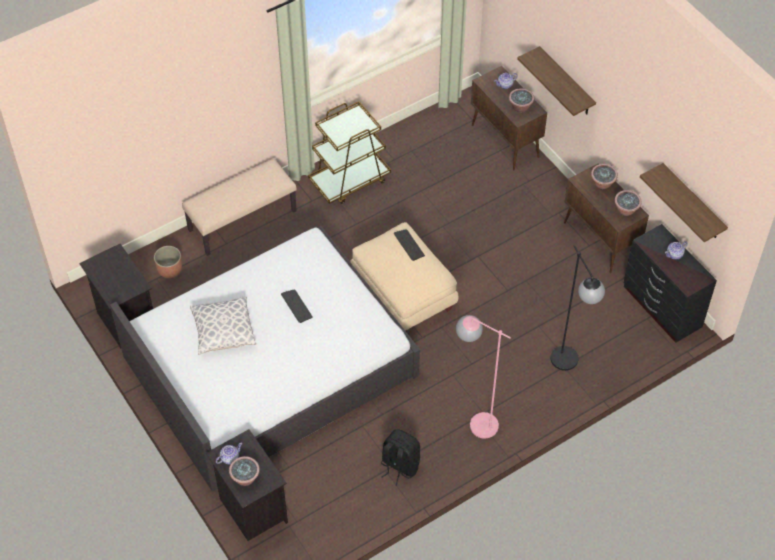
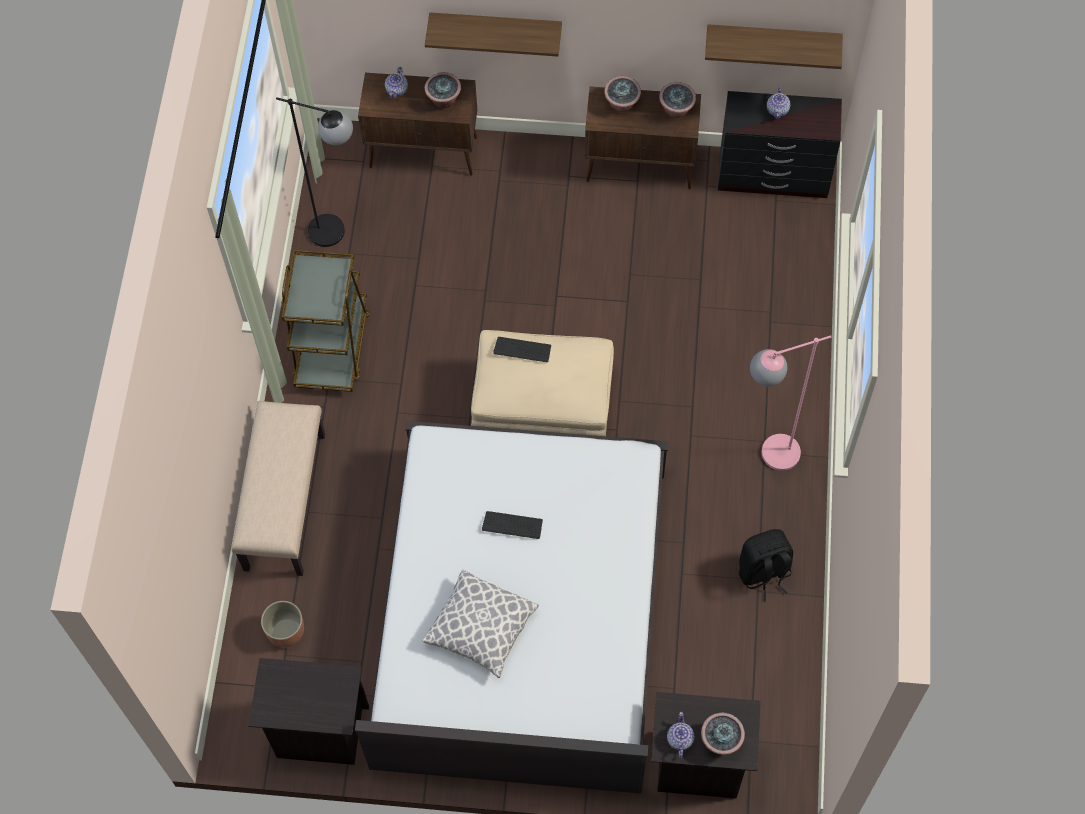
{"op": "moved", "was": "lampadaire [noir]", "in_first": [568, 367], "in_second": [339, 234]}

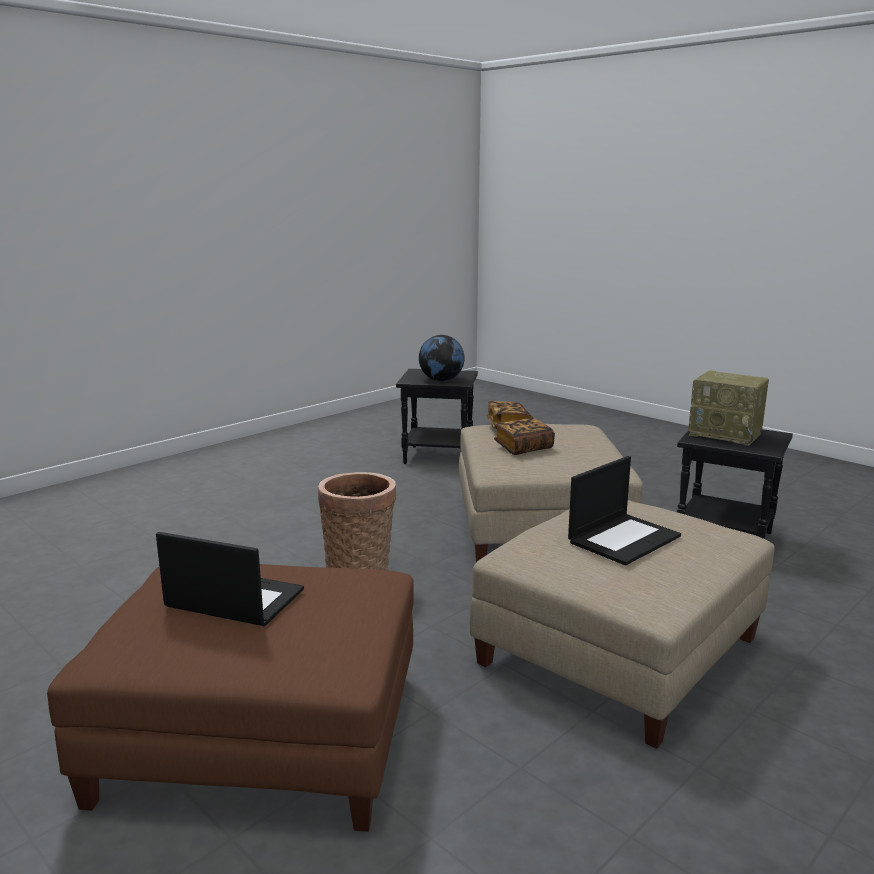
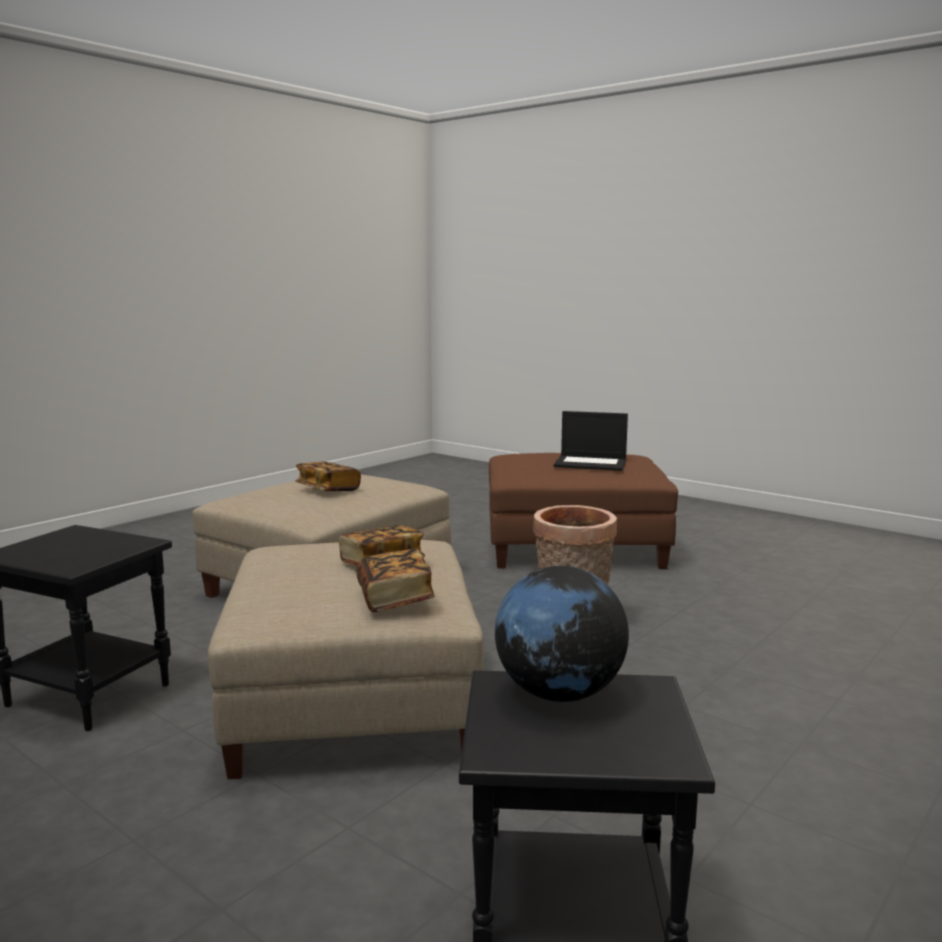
{"op": "removed", "was": "radio", "in_first": [726, 434]}
{"op": "replaced", "was": "ordinateur portable", "now": "livre", "in_first": [624, 538], "in_second": [328, 489]}

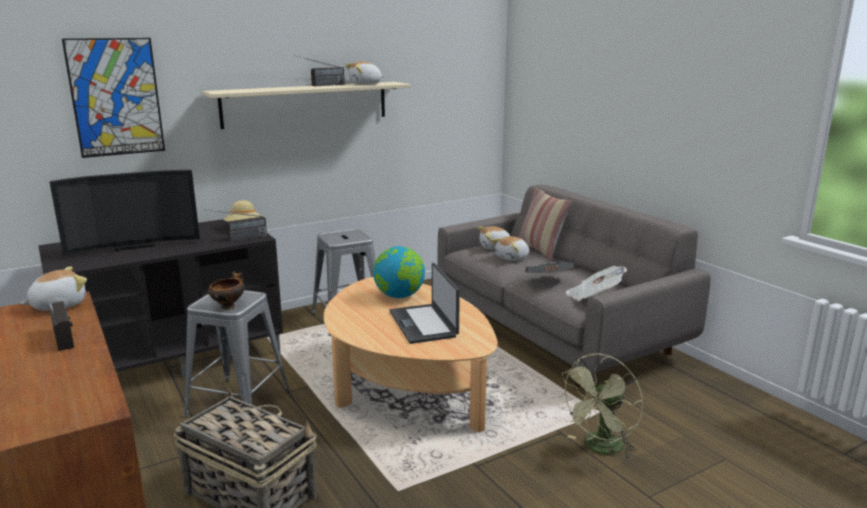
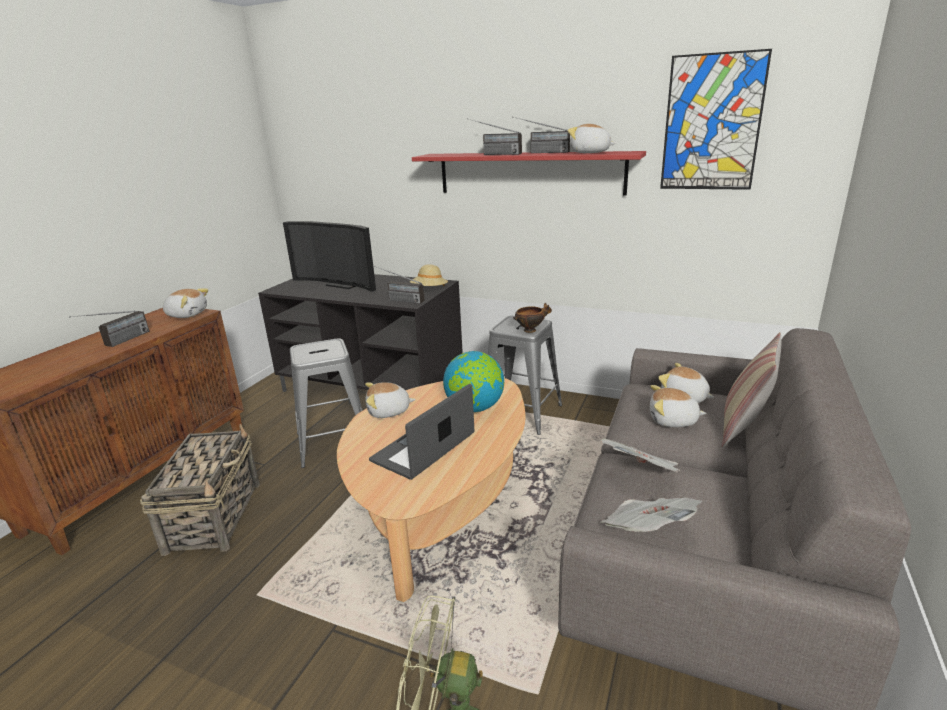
{"op": "added", "now": "peluche", "in_second": [389, 411]}
{"op": "added", "now": "radio", "in_second": [492, 154]}
{"op": "moved", "was": "tableau", "in_first": [116, 97], "in_second": [712, 123]}
{"op": "moved", "was": "bol", "in_first": [228, 306], "in_second": [531, 330]}
{"op": "recoloured", "was": "étagère [beige]", "now": "étagère [rouge]", "in_first": [306, 104], "in_second": [529, 173]}

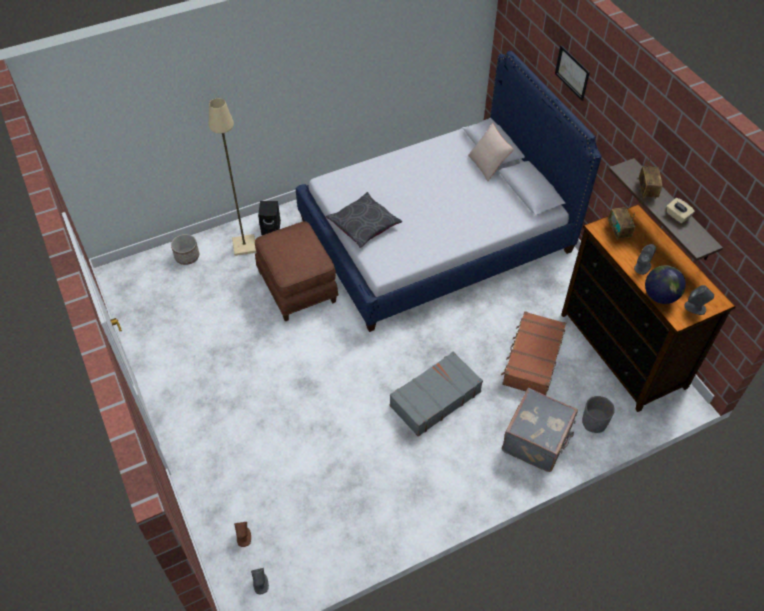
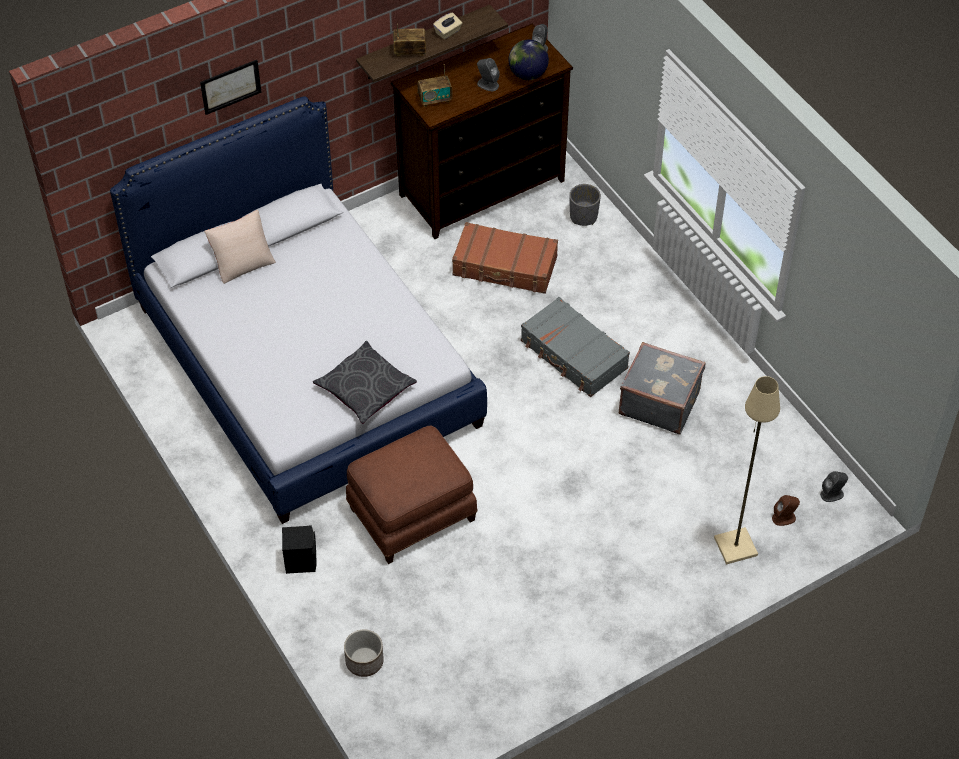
{"op": "moved", "was": "lampadaire [beige]", "in_first": [244, 245], "in_second": [735, 547]}
{"op": "moved", "was": "valise [gris]", "in_first": [537, 440], "in_second": [659, 402]}

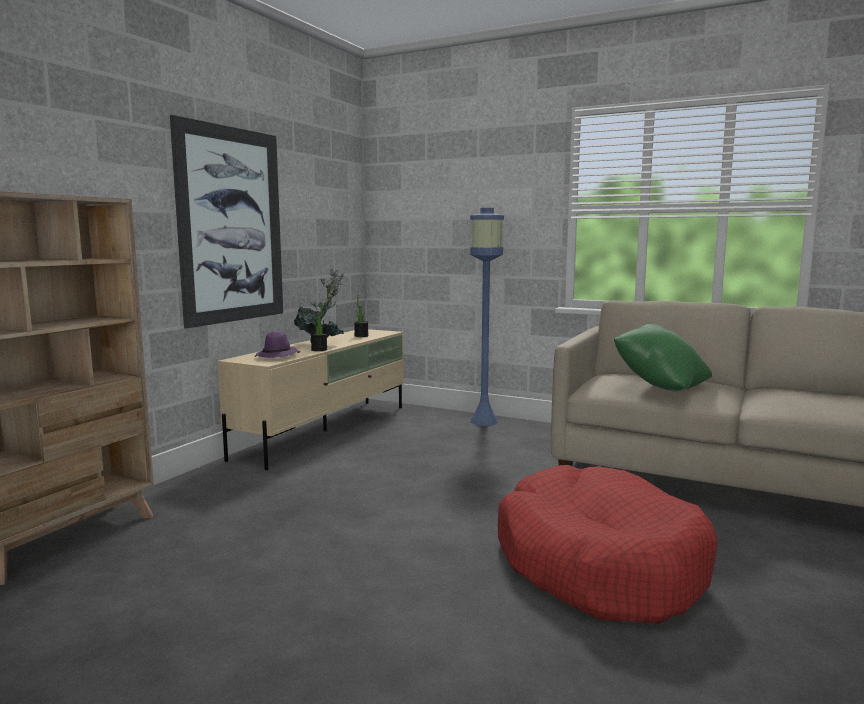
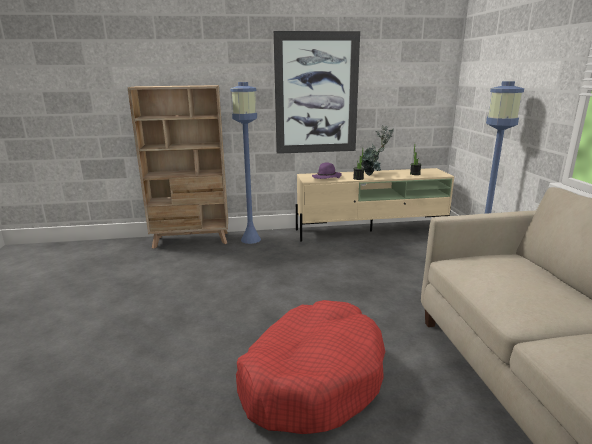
{"op": "removed", "was": "coussin [vert]", "in_first": [660, 387]}
{"op": "added", "now": "lampadaire [bleu]", "in_second": [251, 239]}

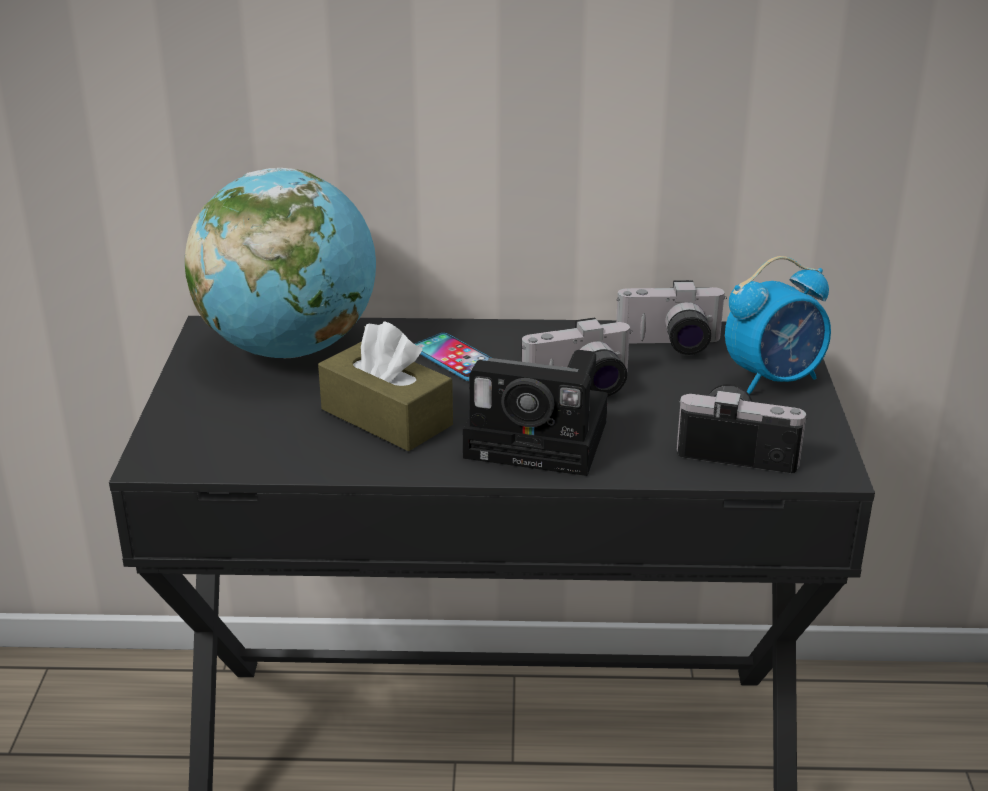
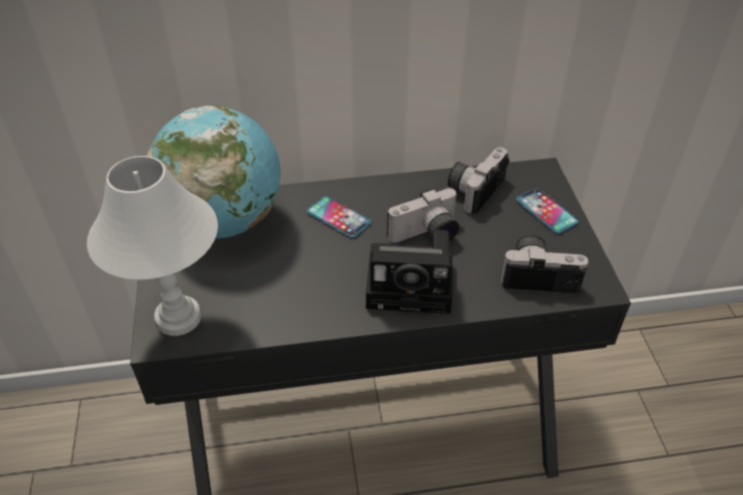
{"op": "removed", "was": "boîte à mouchoirs [marron]", "in_first": [386, 417]}
{"op": "added", "now": "lampe de table [blanc]", "in_second": [177, 318]}
{"op": "replaced", "was": "réveil", "now": "téléphone", "in_first": [774, 379], "in_second": [546, 211]}
{"op": "turned", "was": "appareil photo", "in_first": [670, 345], "in_second": [474, 189], "clockwise": 135}

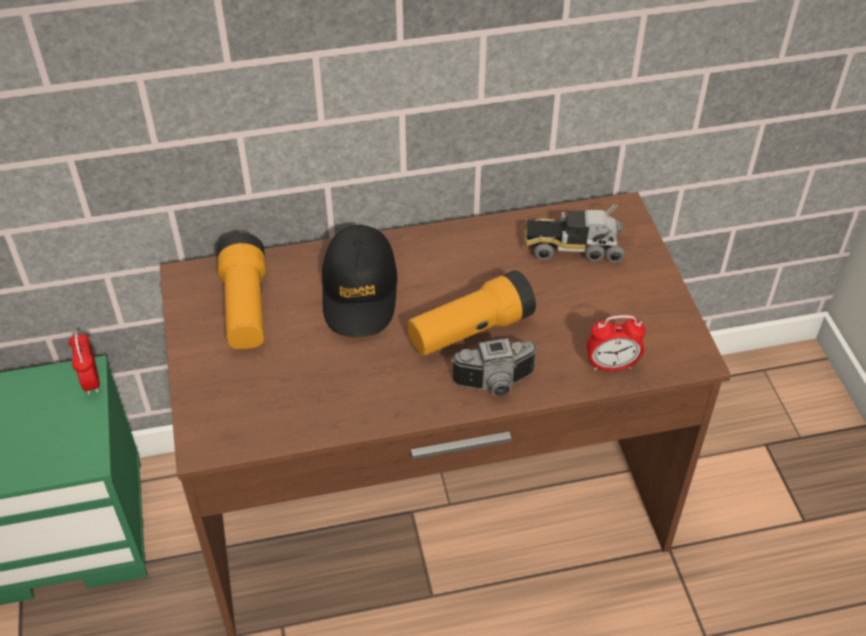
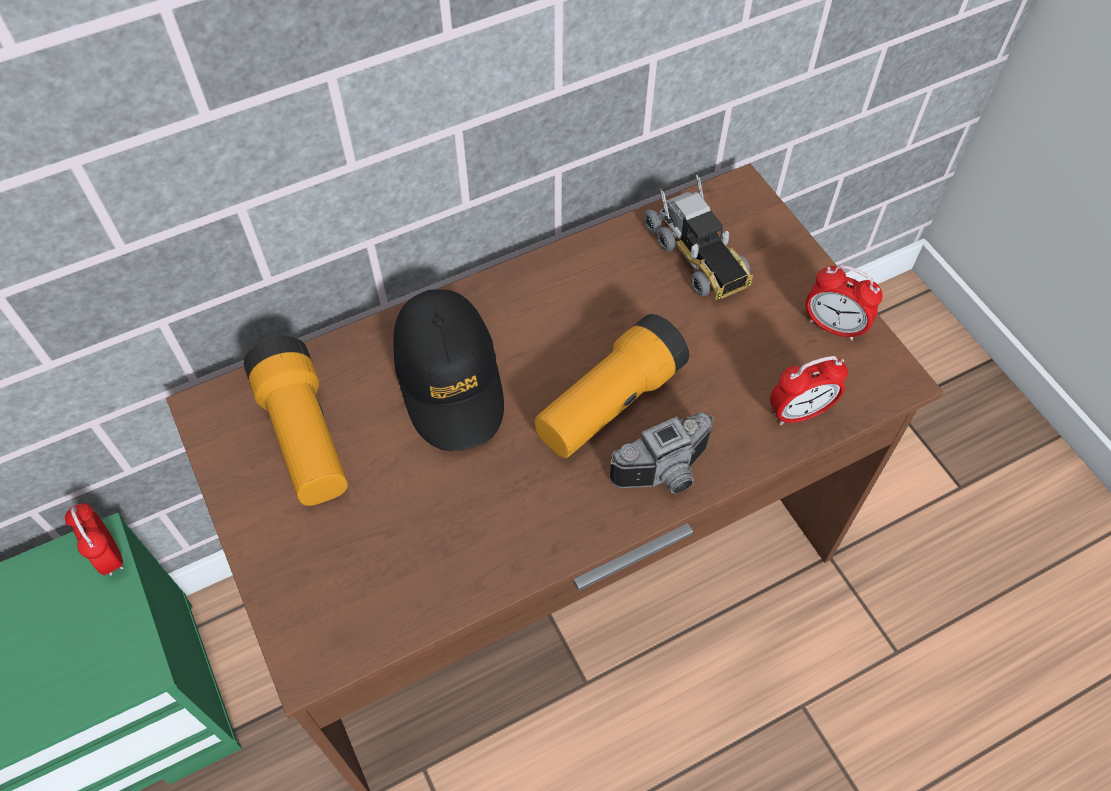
{"op": "added", "now": "réveil", "in_second": [833, 326]}
{"op": "turned", "was": "camion jouet", "in_first": [573, 247], "in_second": [698, 256], "clockwise": -105}

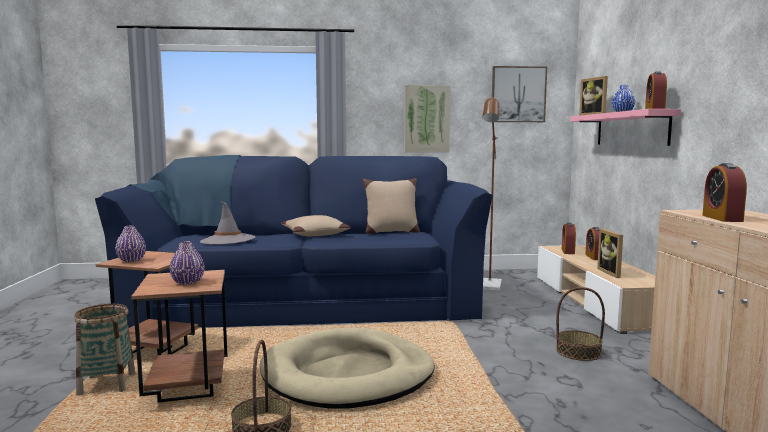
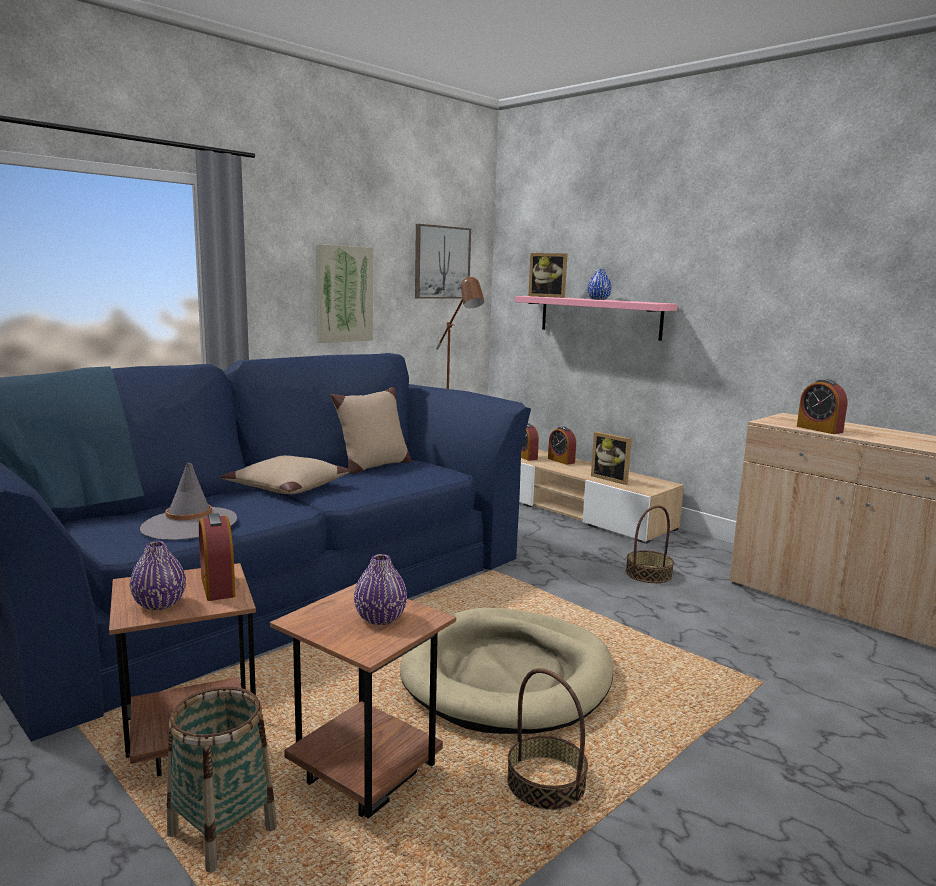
{"op": "moved", "was": "réveil", "in_first": [654, 109], "in_second": [217, 586]}

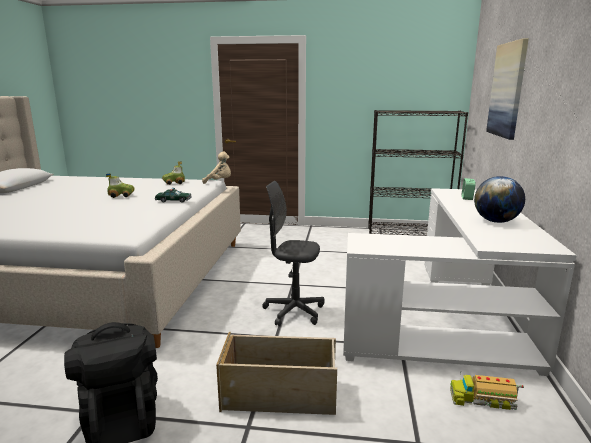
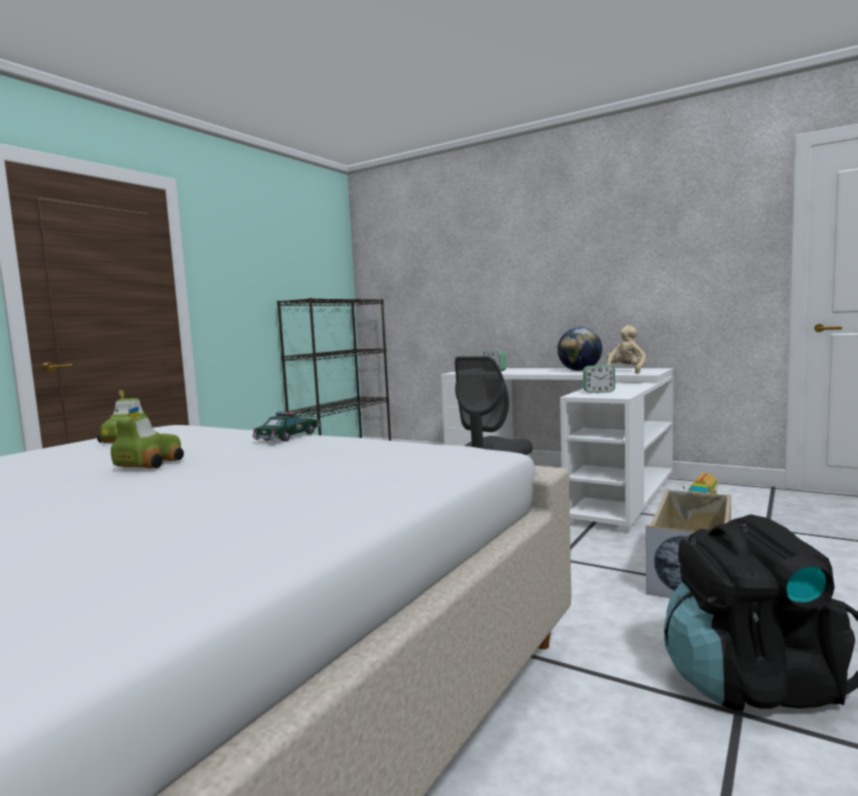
{"op": "removed", "was": "tableau", "in_first": [508, 90]}
{"op": "added", "now": "réveil", "in_second": [598, 392]}
{"op": "moved", "was": "peluche [beige]", "in_first": [219, 182], "in_second": [626, 371]}

